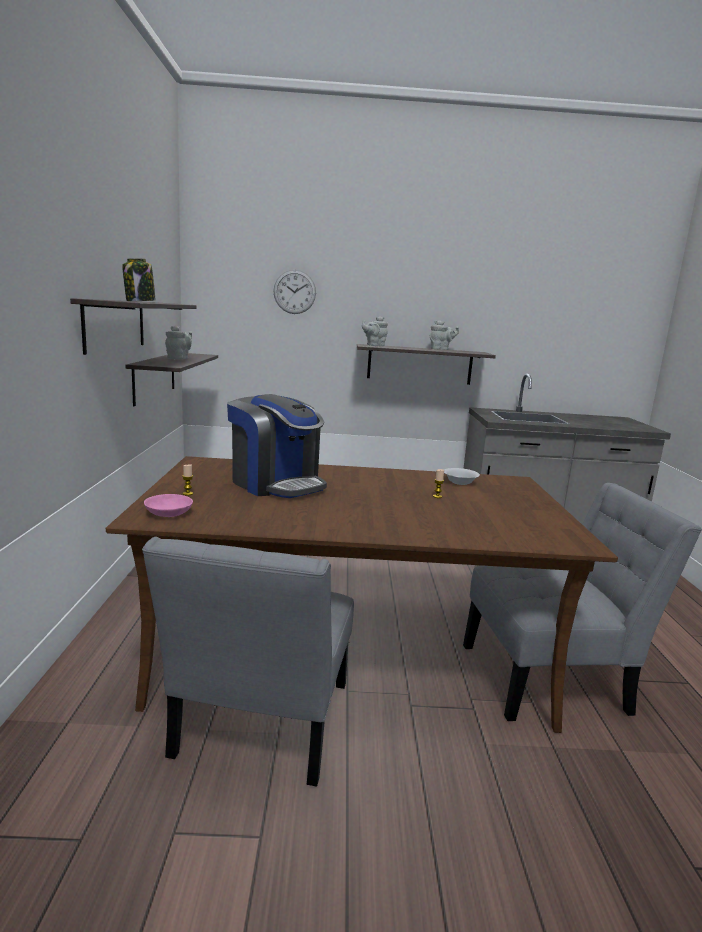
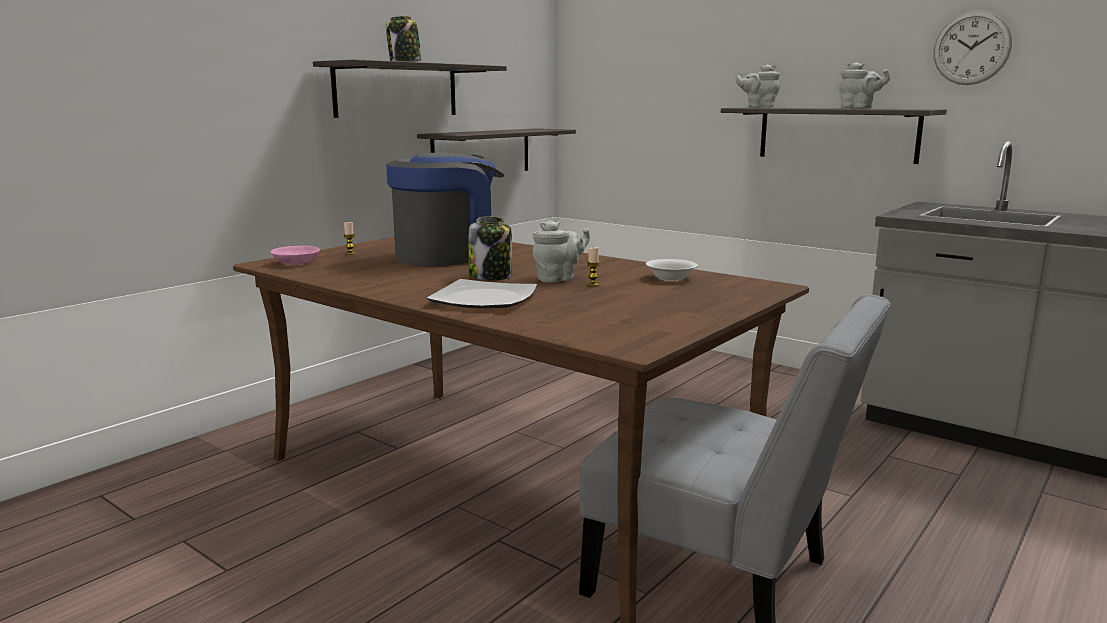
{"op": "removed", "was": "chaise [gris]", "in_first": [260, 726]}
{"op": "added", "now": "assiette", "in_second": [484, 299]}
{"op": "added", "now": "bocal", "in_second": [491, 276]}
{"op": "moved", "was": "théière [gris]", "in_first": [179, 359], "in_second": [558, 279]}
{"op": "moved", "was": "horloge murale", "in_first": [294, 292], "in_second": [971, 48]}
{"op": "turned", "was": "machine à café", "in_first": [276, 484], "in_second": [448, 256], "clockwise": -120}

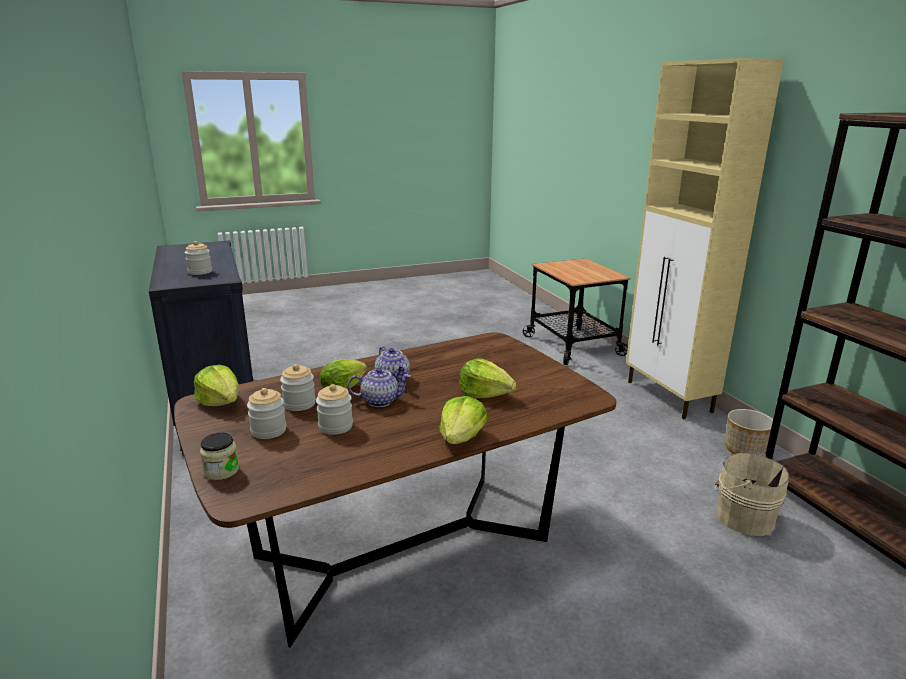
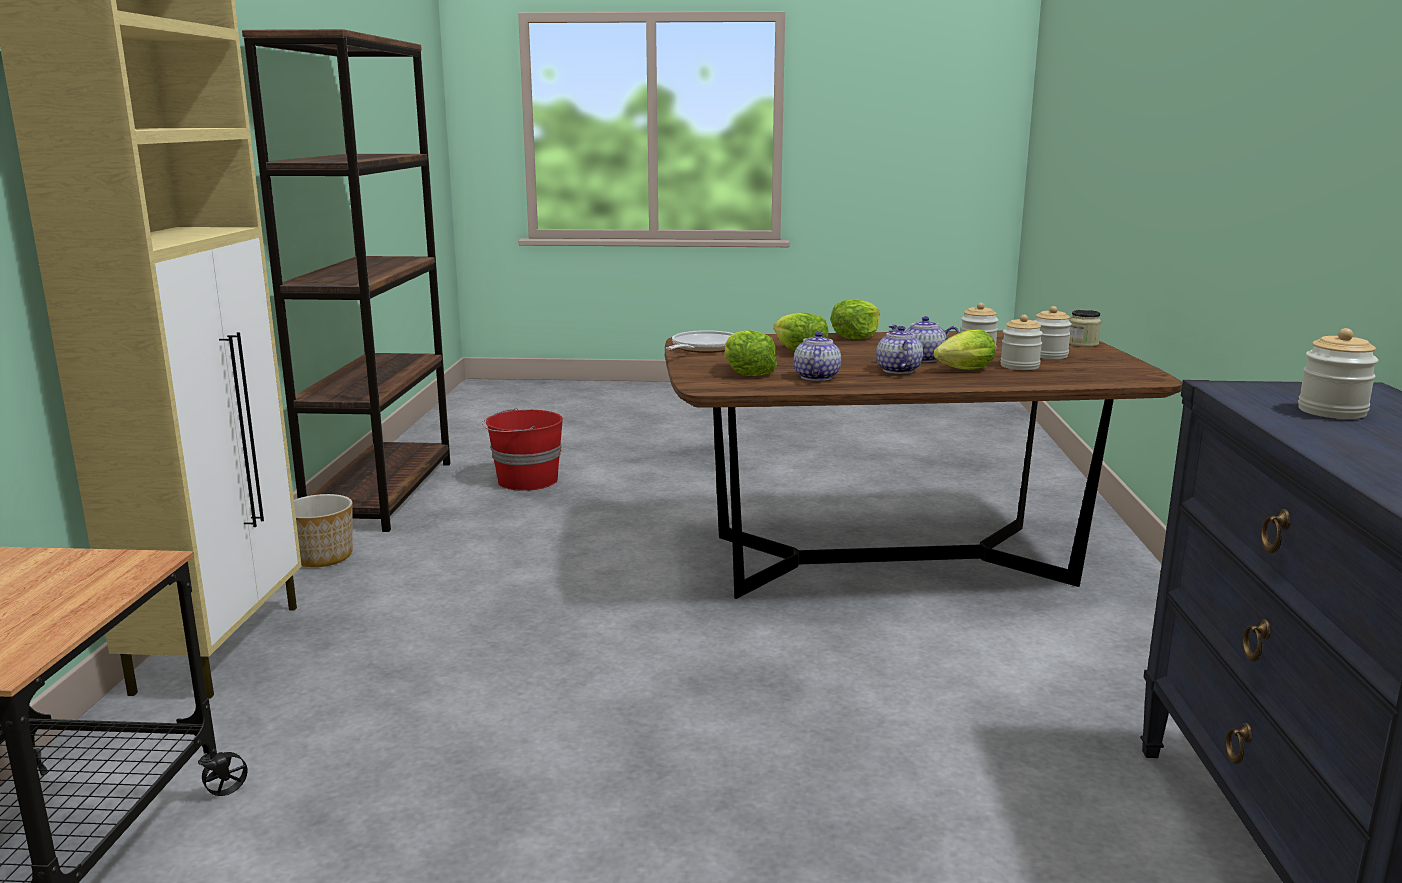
{"op": "removed", "was": "seau [beige]", "in_first": [742, 516]}
{"op": "added", "now": "seau [rouge]", "in_second": [526, 481]}
{"op": "added", "now": "poêle", "in_second": [702, 349]}
{"op": "added", "now": "théière", "in_second": [815, 377]}
{"op": "moved", "was": "laitue", "in_first": [221, 402], "in_second": [747, 372]}

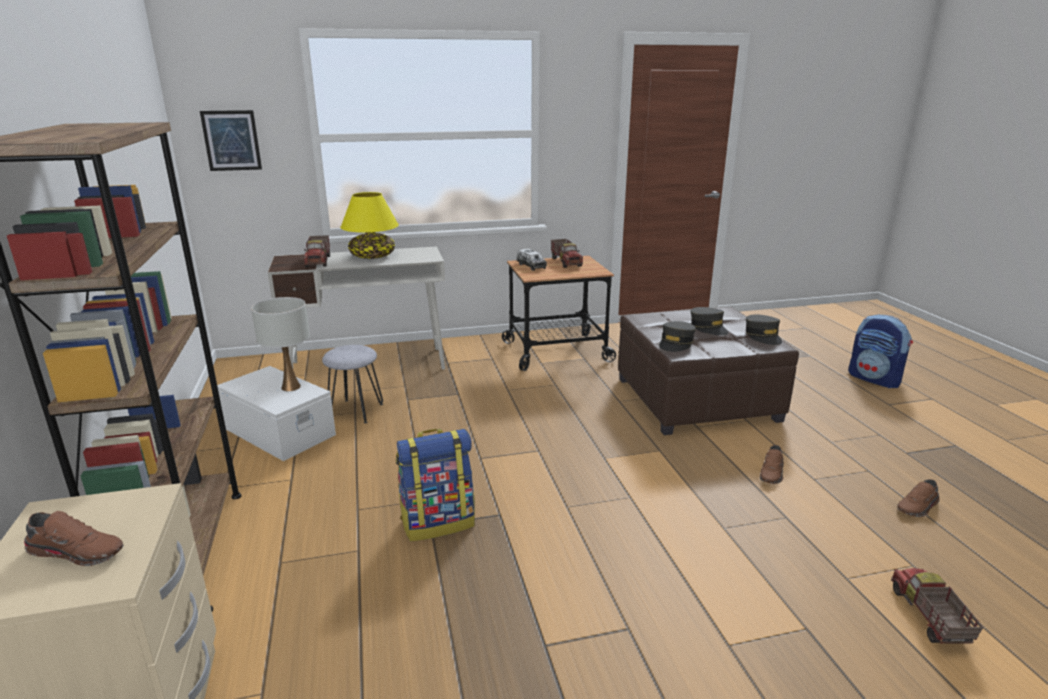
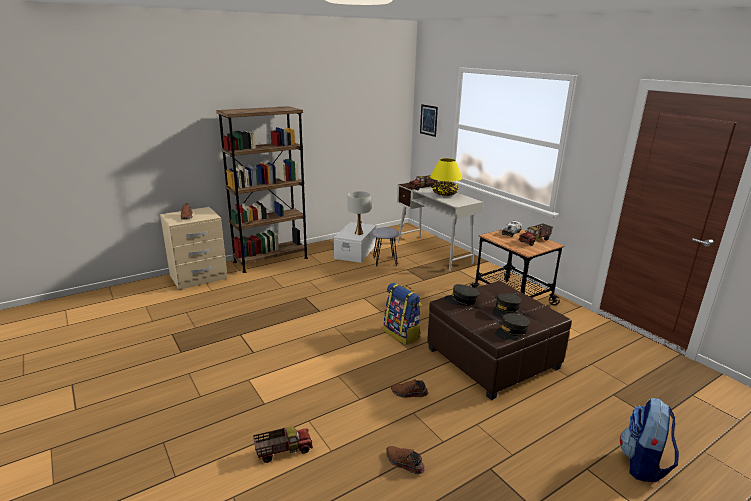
{"op": "moved", "was": "sac à dos", "in_first": [438, 522], "in_second": [402, 334]}

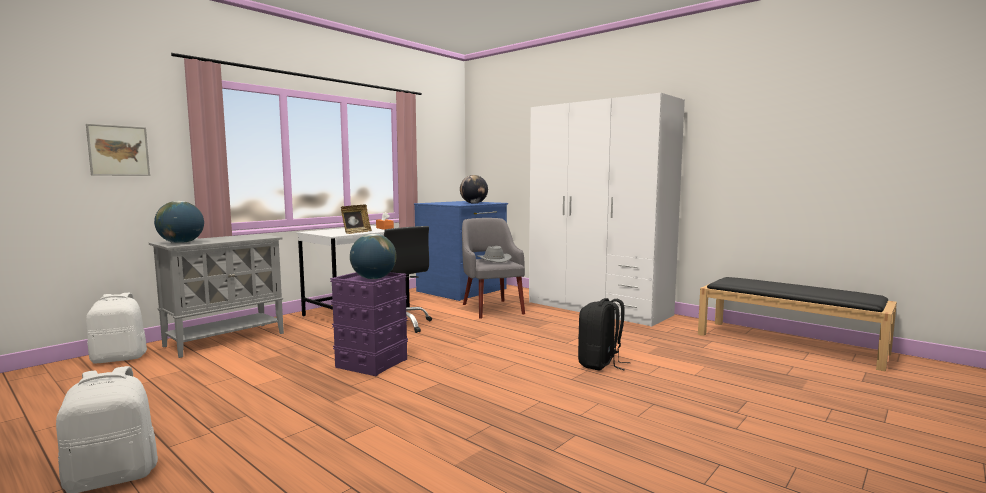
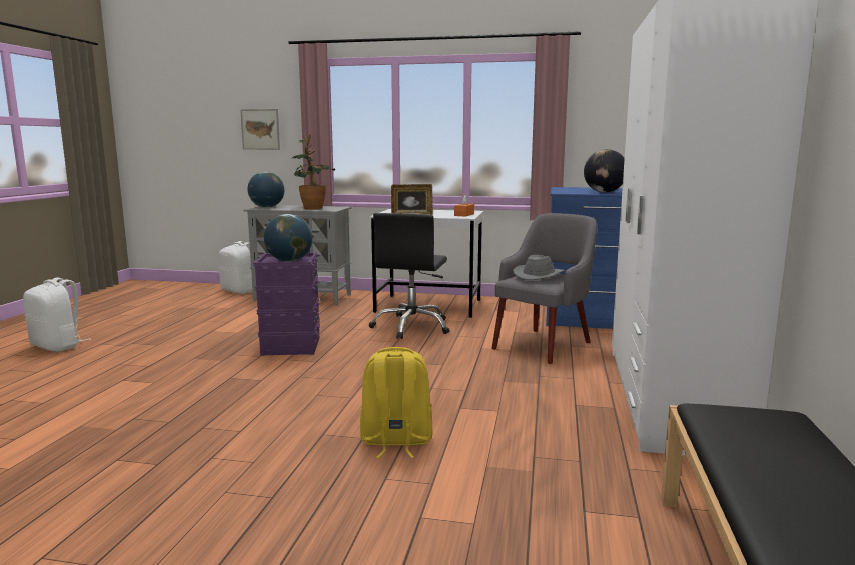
{"op": "added", "now": "plante en pot", "in_second": [312, 208]}
{"op": "recoloured", "was": "sac à dos [noir]", "now": "sac à dos [jaune]", "in_first": [600, 364], "in_second": [395, 441]}

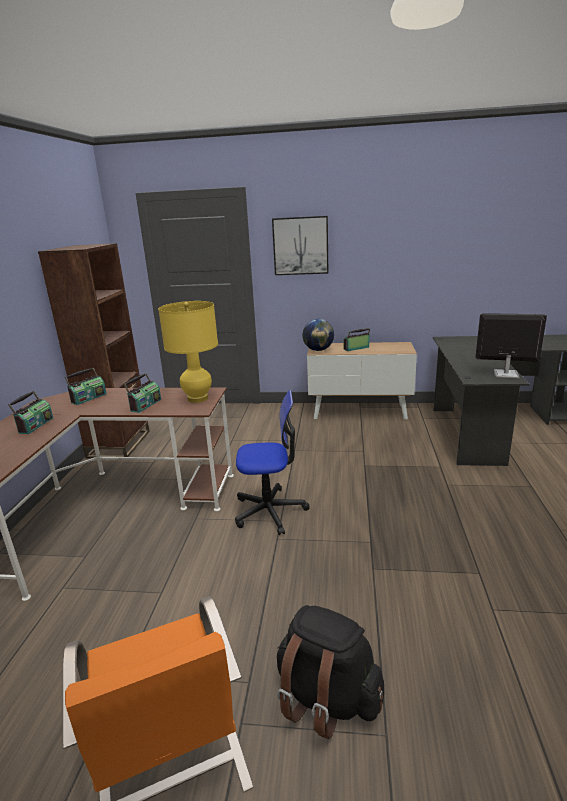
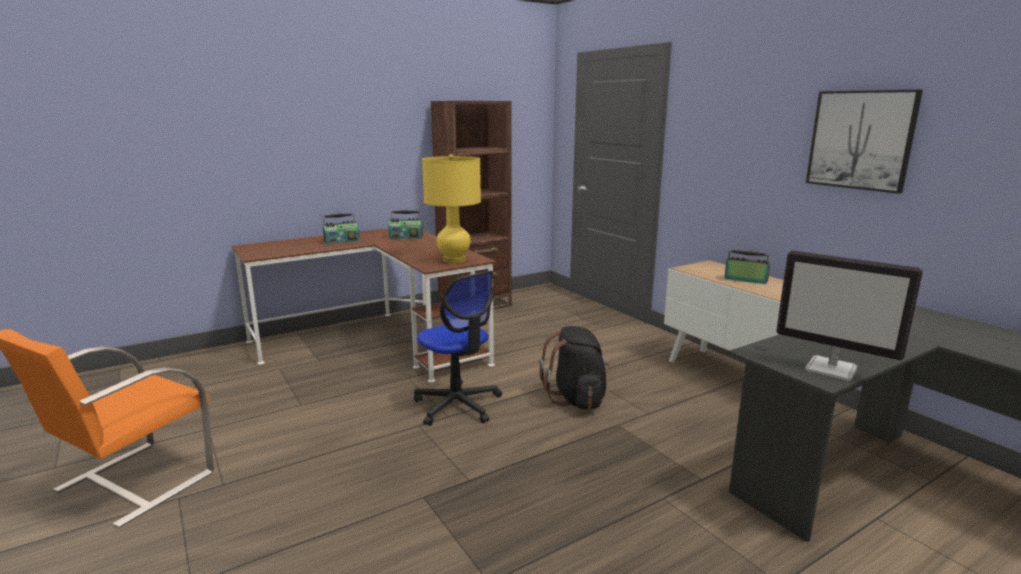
{"op": "removed", "was": "radio", "in_first": [145, 405]}
{"op": "removed", "was": "globe", "in_first": [318, 350]}
{"op": "moved", "was": "tableau", "in_first": [300, 246], "in_second": [861, 140]}
{"op": "moved", "was": "sac à dos [noir]", "in_first": [326, 698], "in_second": [577, 399]}
{"op": "turned", "was": "écran d'ordinateur", "in_first": [505, 374], "in_second": [832, 369], "clockwise": 150}

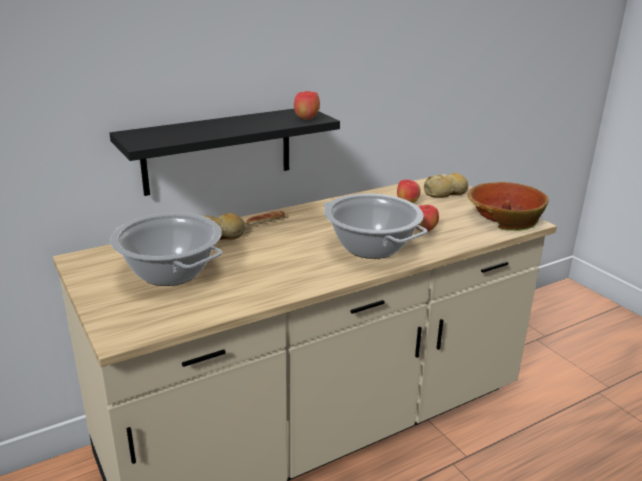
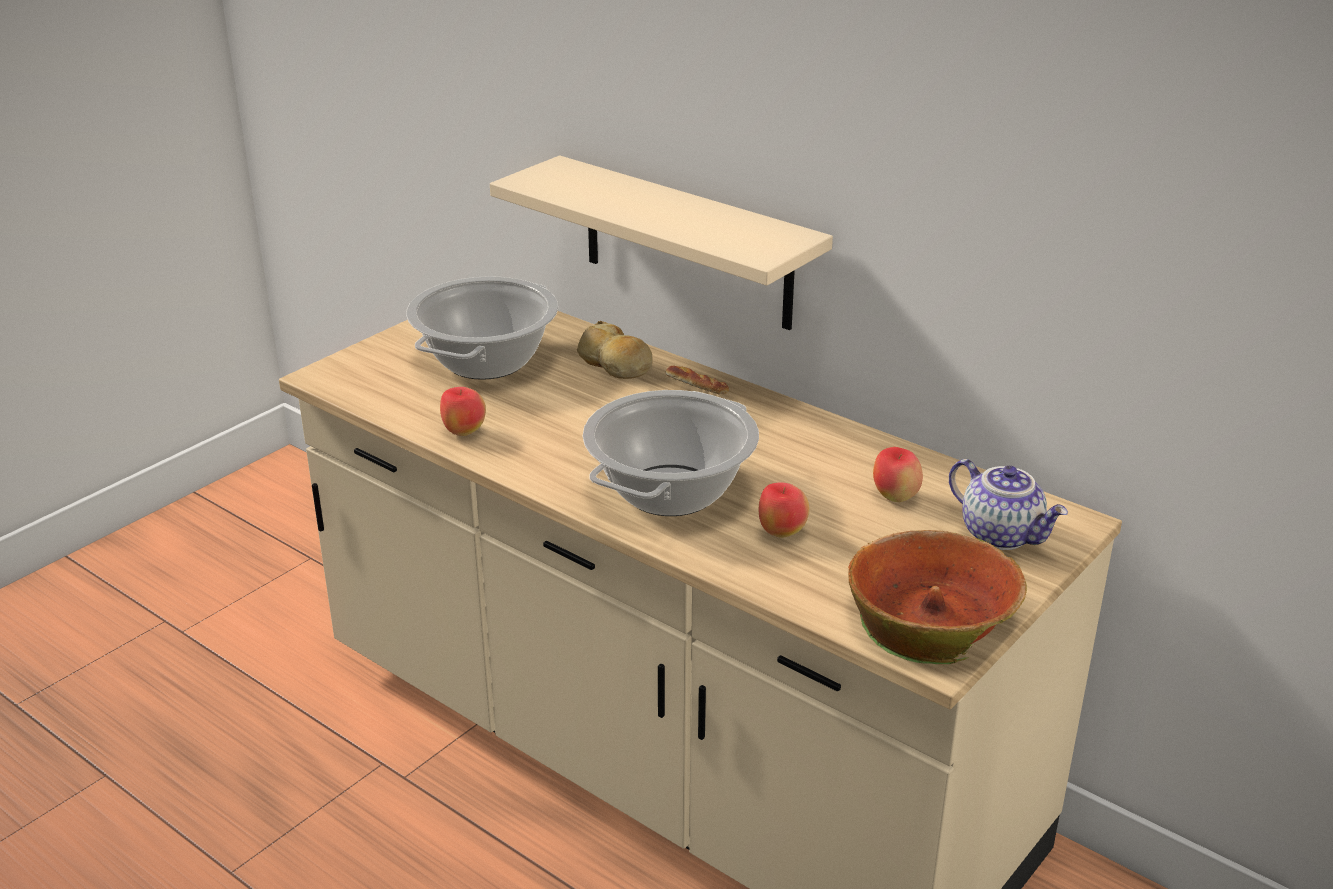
{"op": "moved", "was": "pomme", "in_first": [306, 119], "in_second": [463, 432]}
{"op": "replaced", "was": "pain", "now": "théière", "in_first": [446, 192], "in_second": [1002, 534]}
{"op": "recoloured", "was": "étagère [noir]", "now": "étagère [beige]", "in_first": [218, 150], "in_second": [687, 243]}

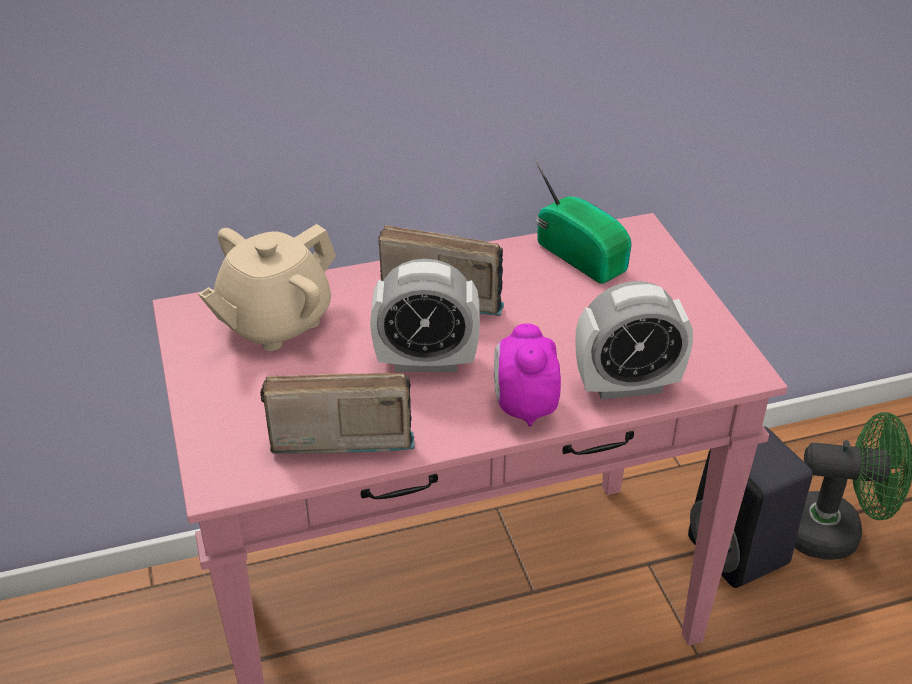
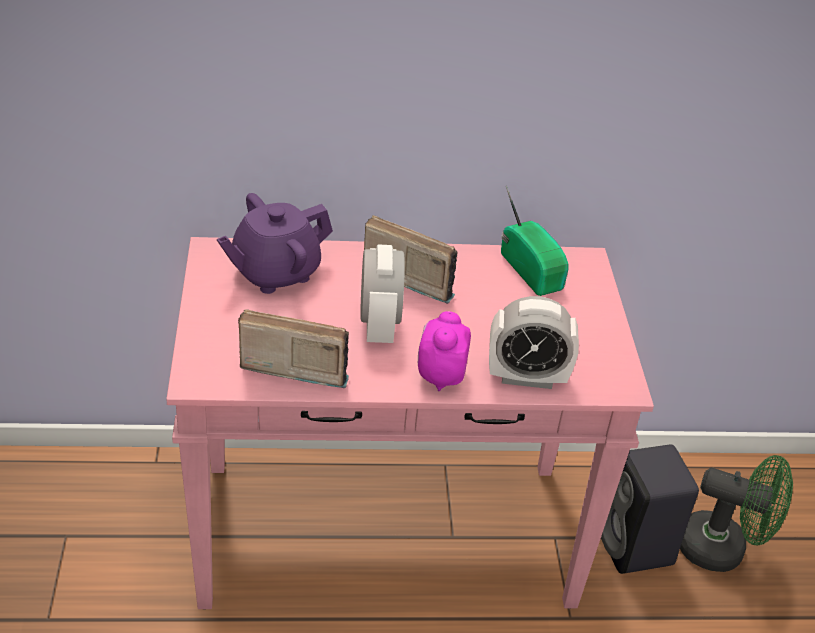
{"op": "recoloured", "was": "théière [beige]", "now": "théière [violet]", "in_first": [274, 322], "in_second": [275, 272]}
{"op": "turned", "was": "réveil", "in_first": [426, 361], "in_second": [378, 326], "clockwise": -105}

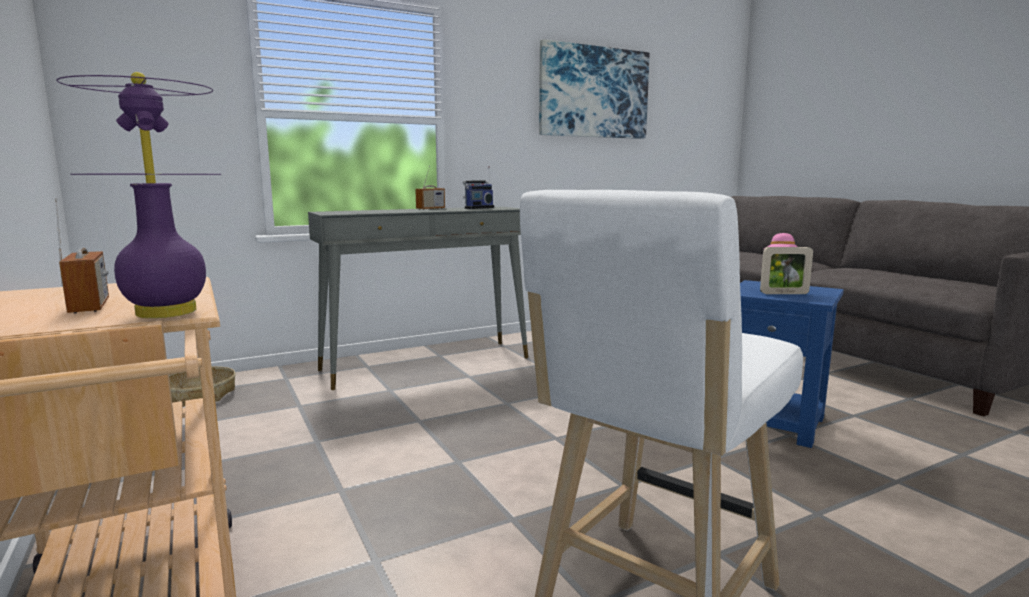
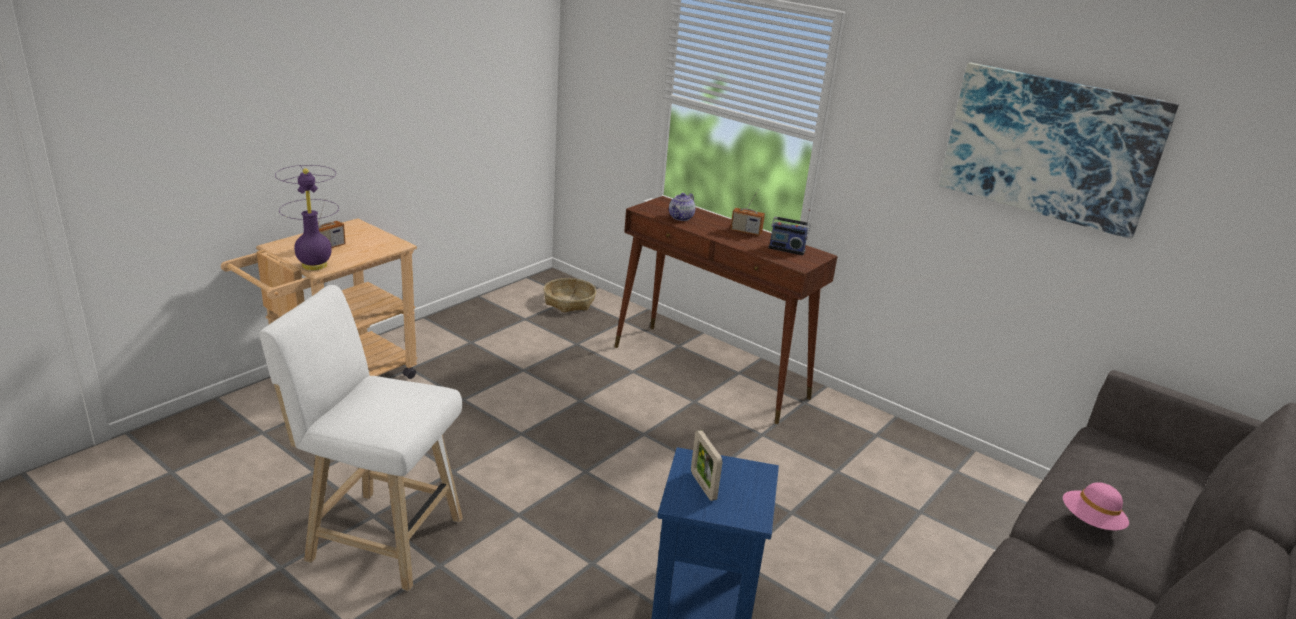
{"op": "added", "now": "théière", "in_second": [681, 218]}
{"op": "recoloured", "was": "table console [gris]", "now": "table console [marron]", "in_first": [427, 363], "in_second": [710, 372]}

